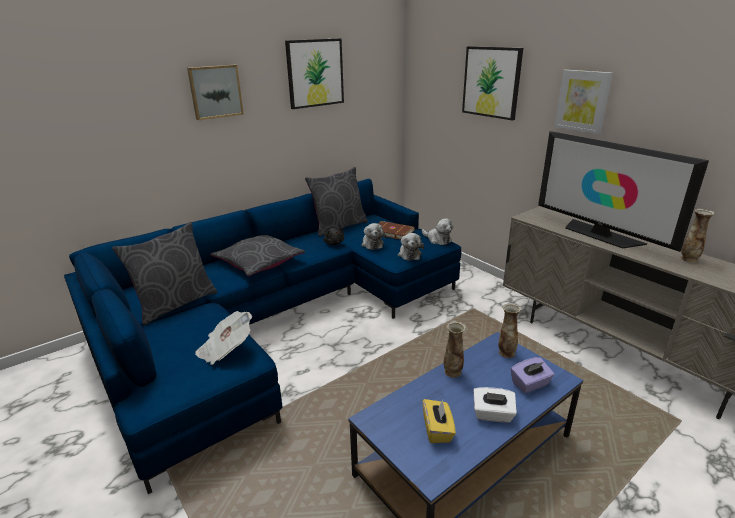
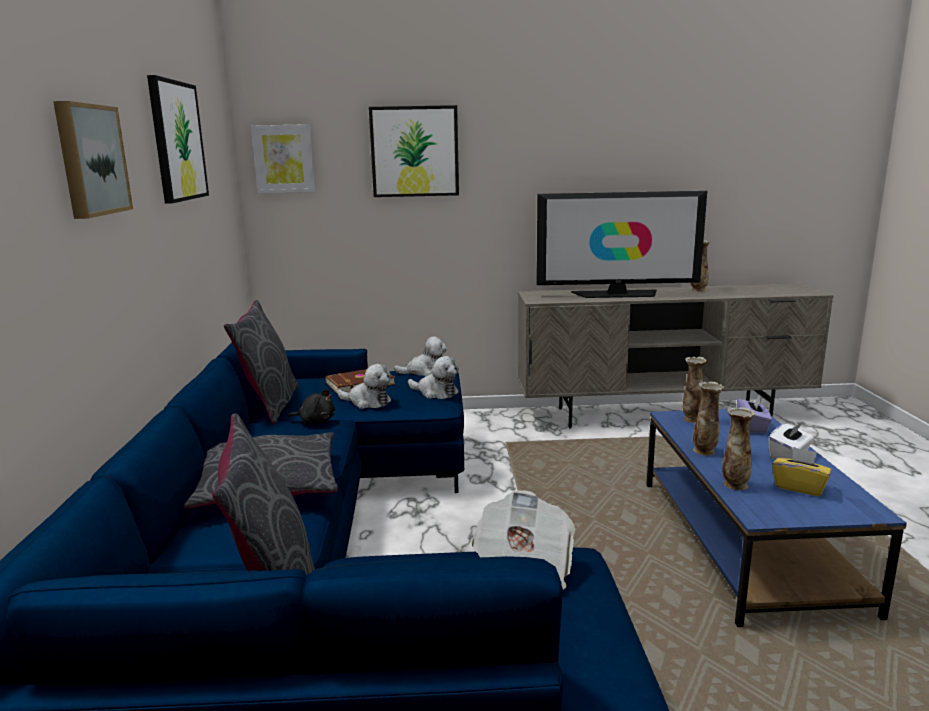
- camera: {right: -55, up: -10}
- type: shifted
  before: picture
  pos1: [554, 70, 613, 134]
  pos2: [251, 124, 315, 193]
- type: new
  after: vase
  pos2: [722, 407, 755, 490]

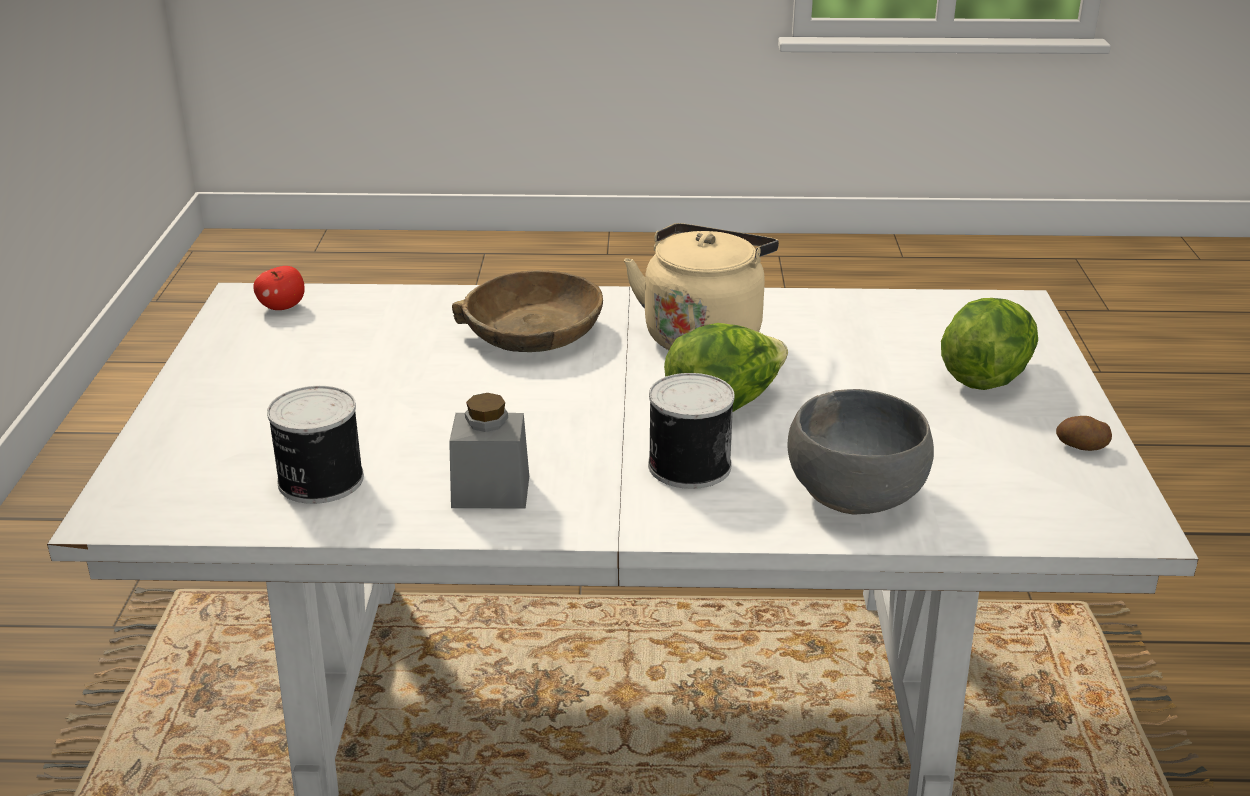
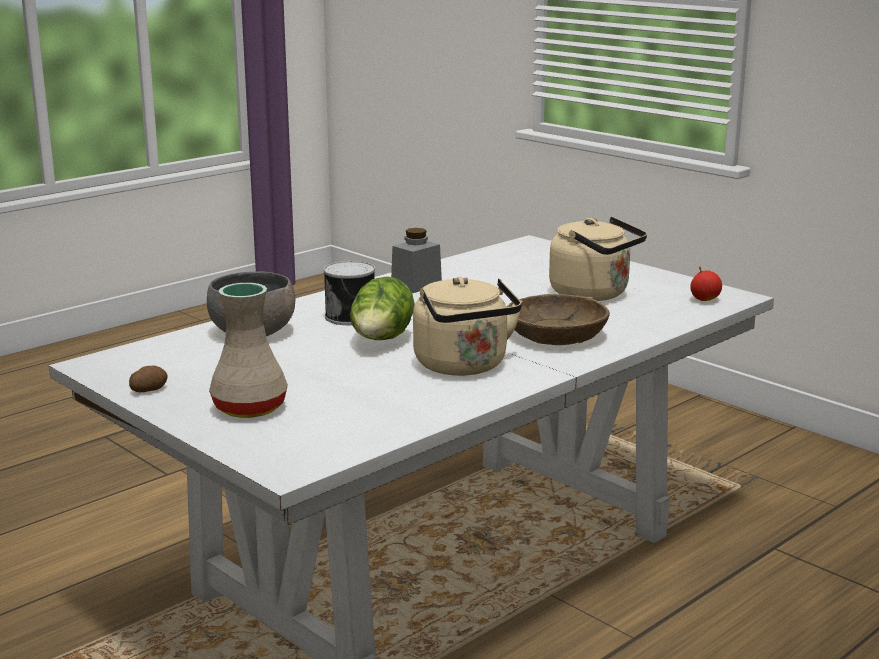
- camera: {right: 135, up: -10}
- type: swapped
  before: lettuce
  after: beige_vase
  pos1: [941, 298, 1038, 390]
  pos2: [209, 283, 288, 418]
- type: gone
  before: can
  pos1: [267, 386, 364, 504]
- type: new
  after: beige_kettle
  pos2: [549, 217, 647, 301]

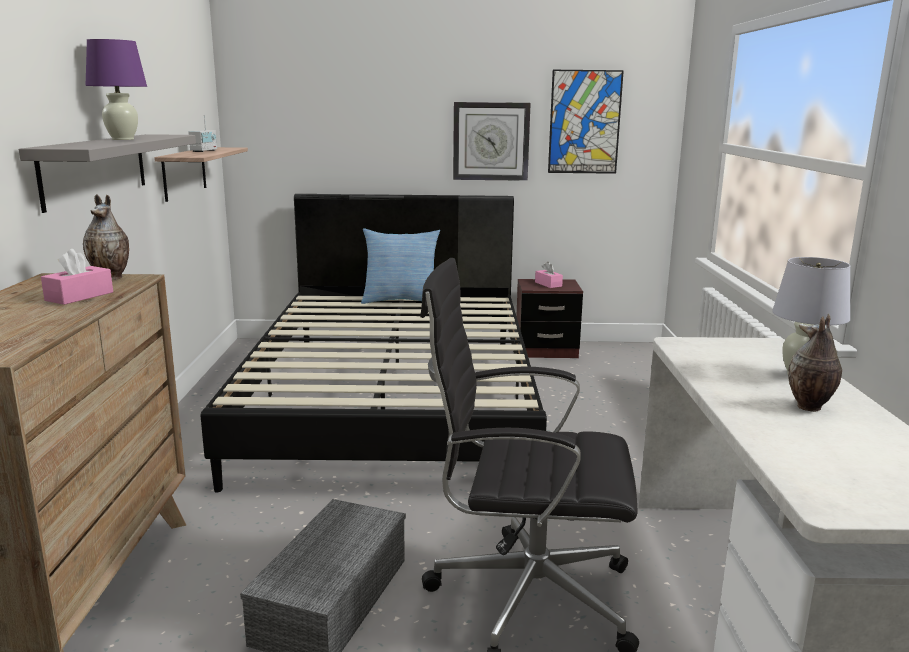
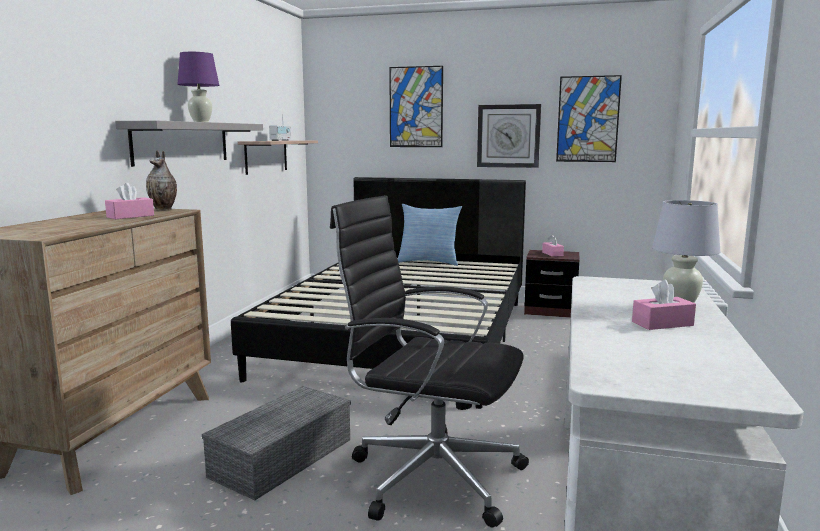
- camera: {right: 15, up: -5}
- type: swapped
  before: vase
  after: pink_tissue_box
  pos1: [788, 314, 842, 412]
  pos2: [632, 280, 696, 330]
- type: new
  after: picture
  pos2: [389, 66, 443, 147]

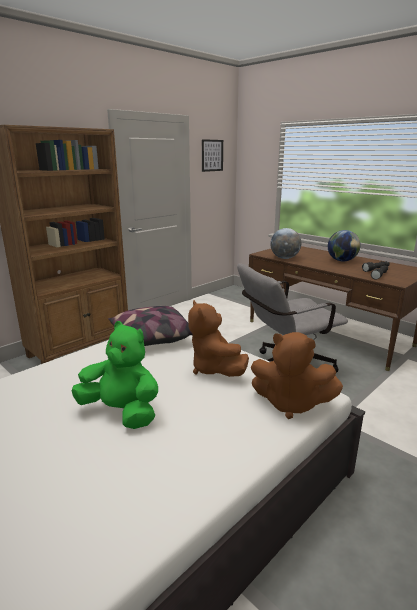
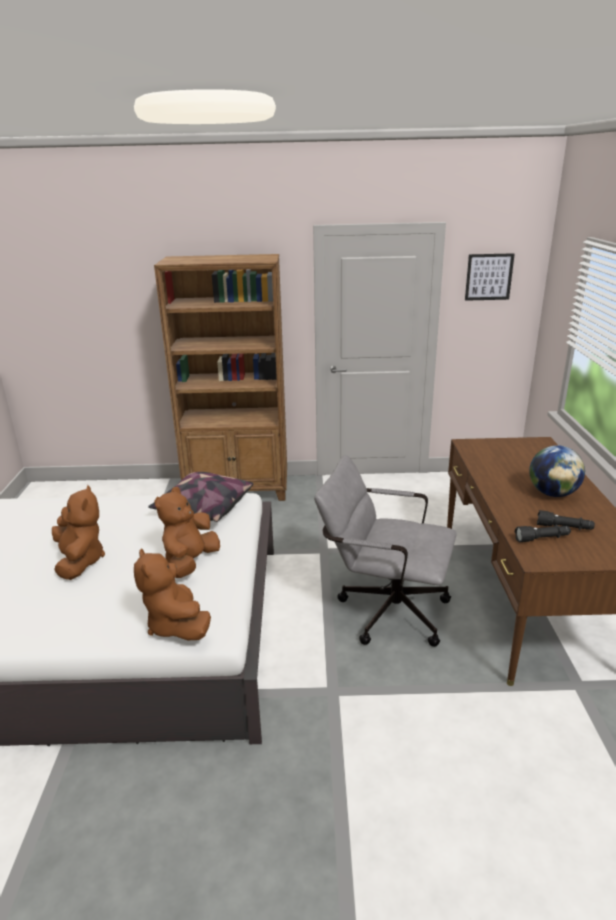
- camera: {right: 45, up: 5}
- type: gone
  before: globe
  pos1: [270, 228, 301, 259]
- type: repainted
  before: green_plush_toy
  after: brown_plush_toy
  pos1: [72, 321, 158, 429]
  pos2: [52, 485, 105, 580]

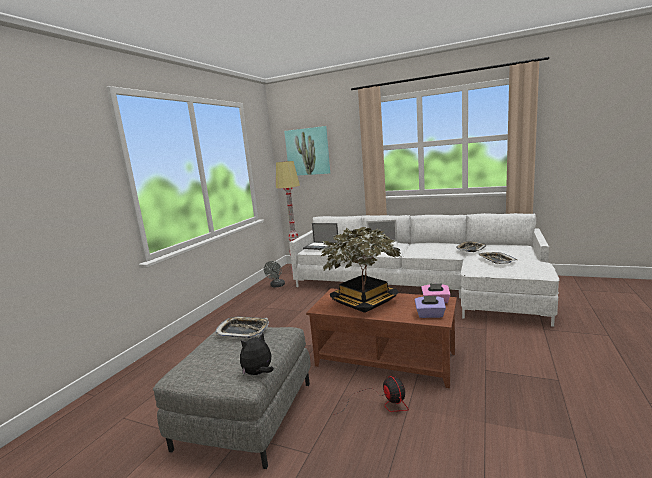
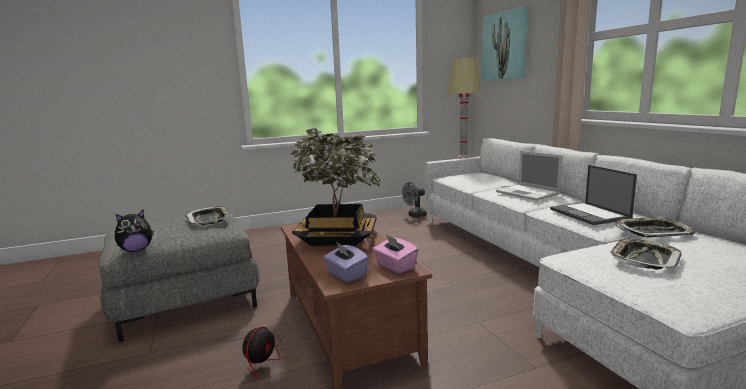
- camera: {right: 45, up: 0}
- type: shifted
  before: laptop
  pos1: [303, 223, 338, 250]
  pos2: [550, 165, 637, 225]
- type: rotated
  before: plush_toy
  pos1: [240, 333, 274, 375]
  pos2: [115, 209, 154, 252]
  turn: 135

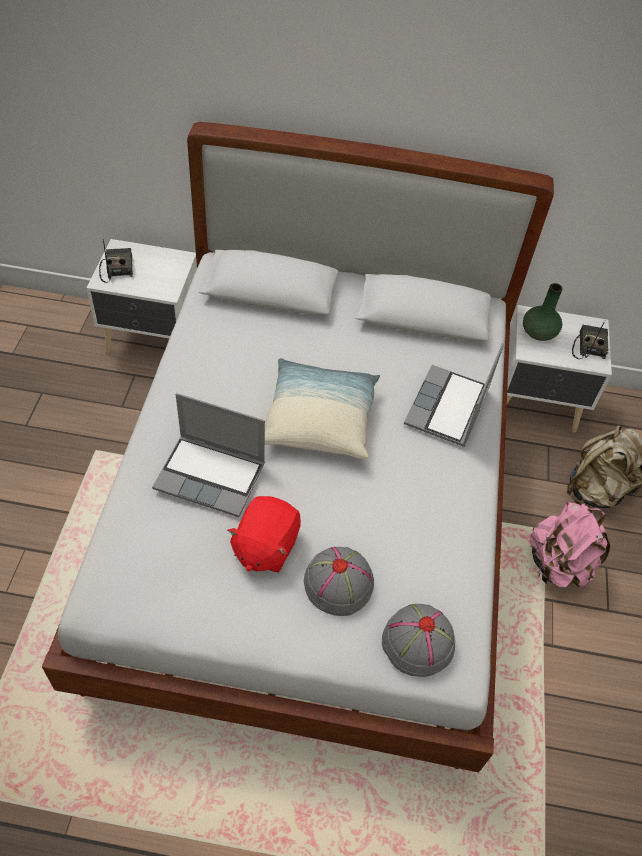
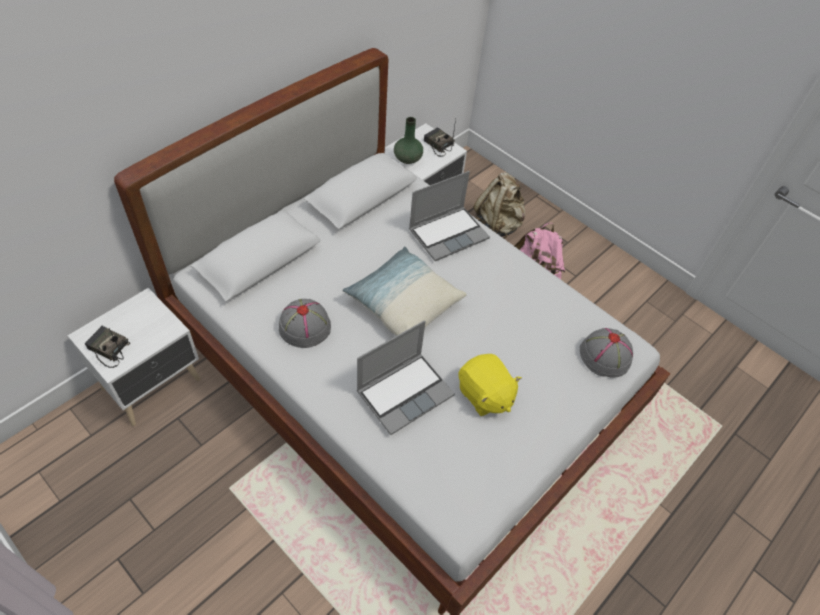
- camera: {right: -55, up: 0}
- type: rotated
  before: laptop
  pos1: [404, 343, 504, 447]
  pos2: [409, 171, 490, 261]
  turn: -90
- type: repainted
  before: red_plush_toy
  after: yellow_plush_toy
  pos1: [227, 496, 301, 572]
  pos2: [458, 354, 522, 416]
- type: shifted
  before: grey_hat
  pos1: [304, 547, 374, 616]
  pos2: [279, 299, 331, 348]

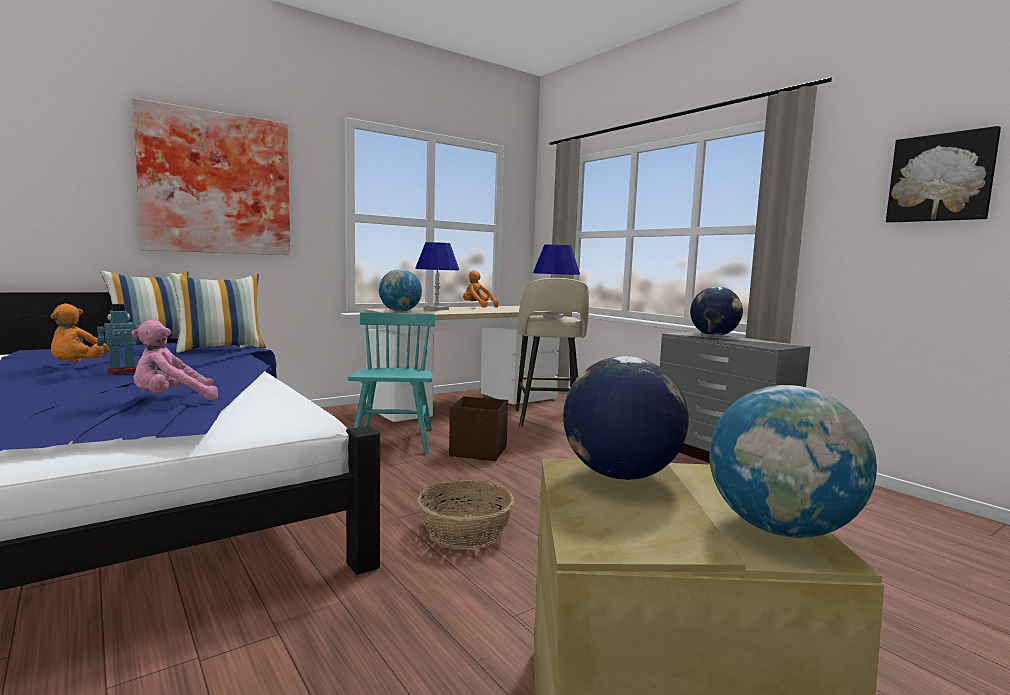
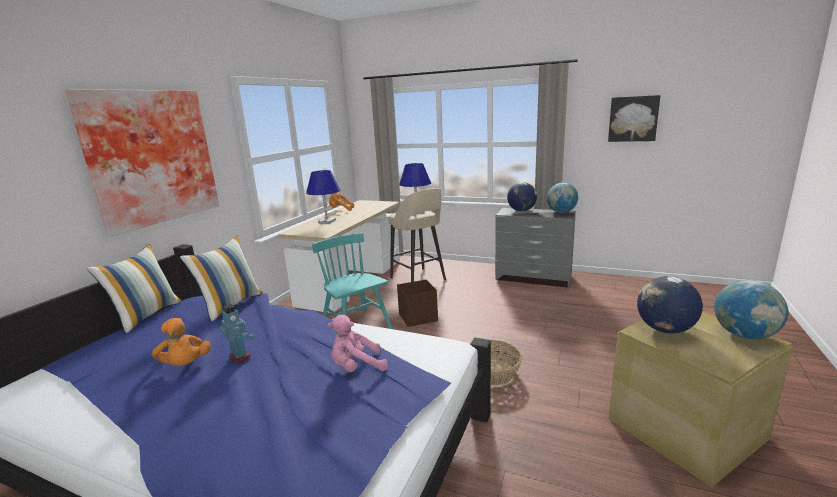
- camera: {right: -30, up: 10}
- type: shifted
  before: globe
  pos1: [379, 269, 422, 312]
  pos2: [547, 183, 578, 213]
- type: rotated
  before: toy_robot
  pos1: [97, 304, 141, 374]
  pos2: [220, 304, 254, 363]
  turn: 120
- type: rotated
  before: pink_plush_toy
  pos1: [131, 320, 218, 401]
  pos2: [328, 315, 388, 372]
  turn: 45

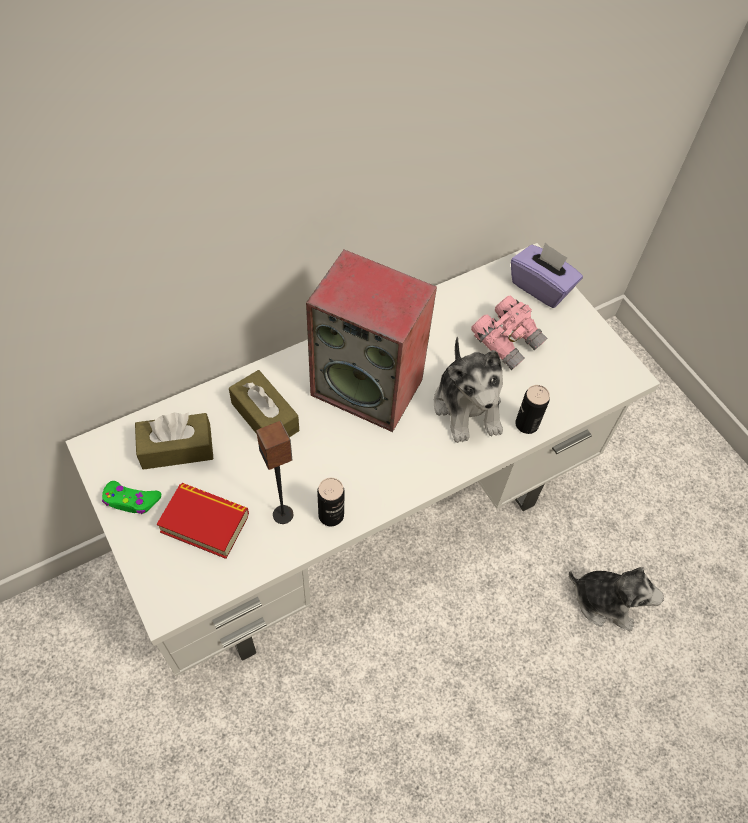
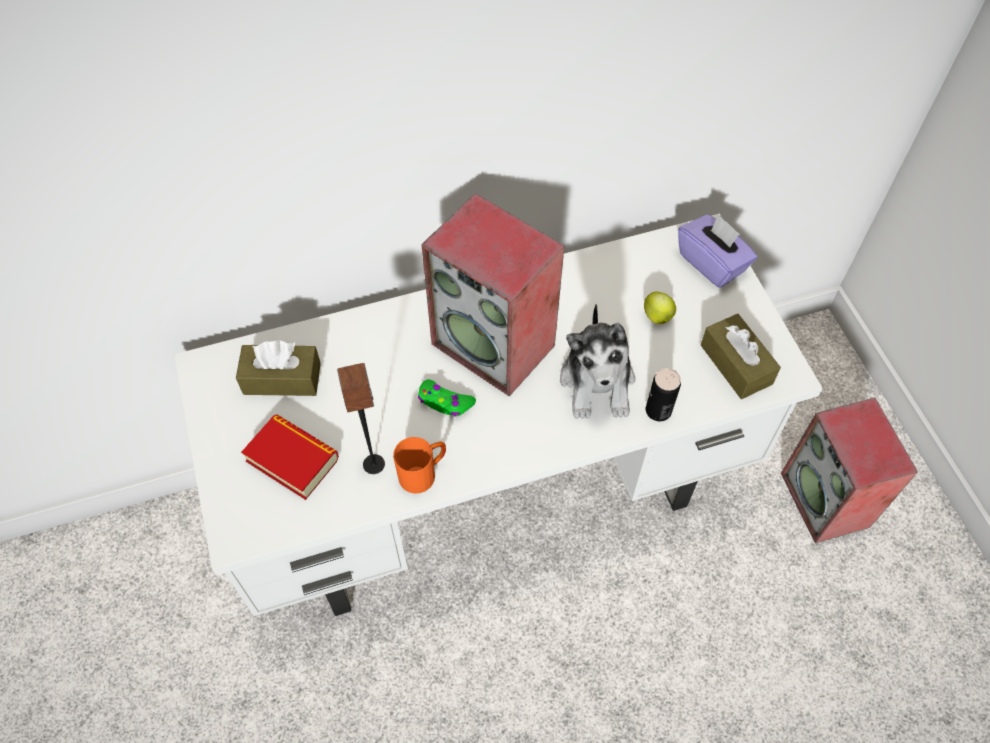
- camera: {right: 15, up: 0}
- type: swapped
  before: pink_binoculars
  after: apple
  pos1: [471, 296, 548, 370]
  pos2: [644, 292, 676, 324]
- type: shifted
  before: brown_tissue_box
  pos1: [229, 370, 299, 437]
  pos2: [701, 314, 781, 399]
- type: swapped
  before: can
  after: orange_mug
  pos1: [317, 478, 345, 526]
  pos2: [393, 437, 446, 494]
- type: shifted
  before: green_game_controller
  pos1: [102, 481, 161, 514]
  pos2: [418, 379, 476, 416]
- type: gone
  before: plush_toy
  pos1: [569, 567, 664, 631]
- type: new
  after: speaker
  pos2: [781, 398, 918, 543]

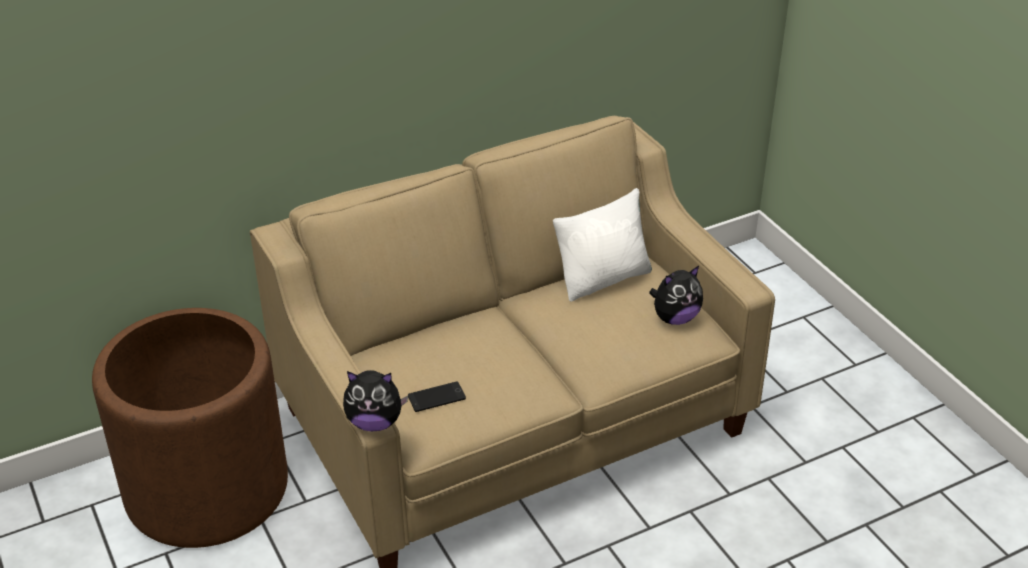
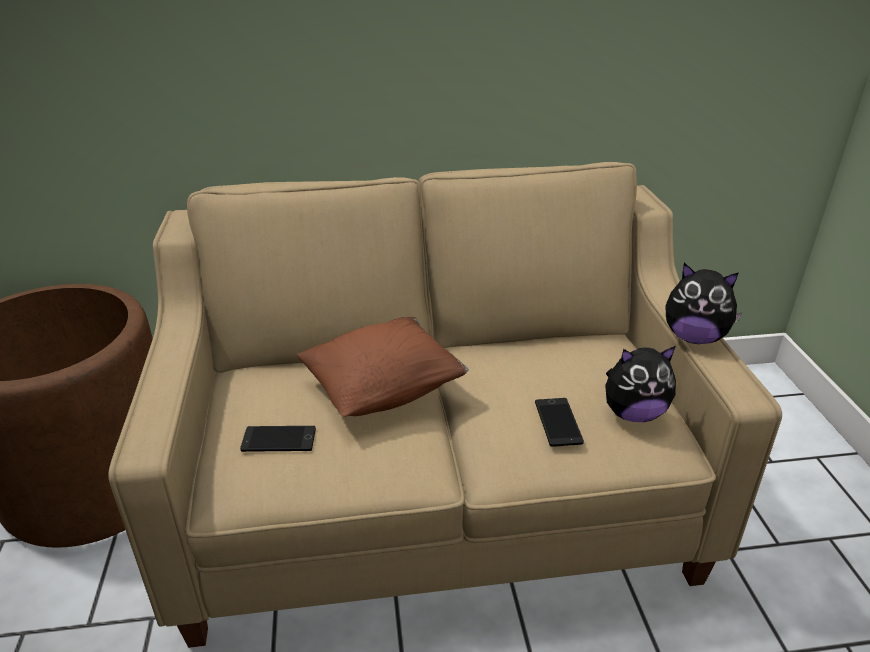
- camera: {right: 20, up: -5}
- type: gone
  before: white_pillow
  pos1: [553, 188, 652, 302]
- type: shifted
  before: plush_toy
  pos1: [343, 370, 408, 432]
  pos2: [665, 263, 743, 344]
- type: new
  after: brown_pillow
  pos2: [297, 317, 469, 417]
- type: new
  after: phone
  pos2: [535, 398, 584, 447]

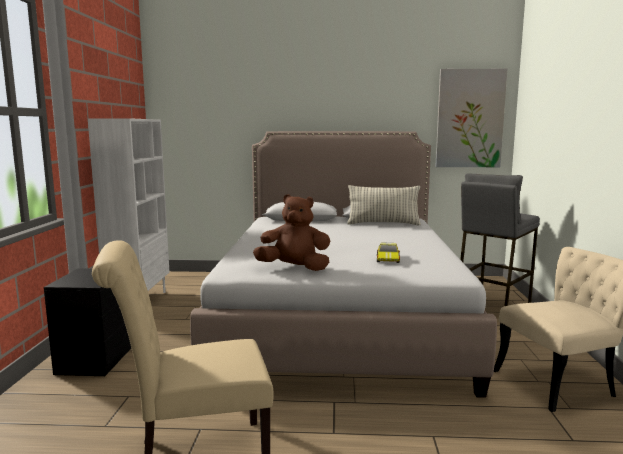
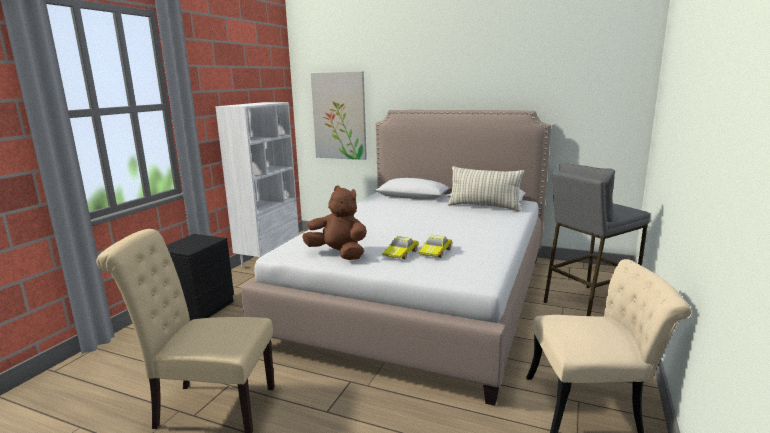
- camera: {right: 20, up: 5}
- type: shifted
  before: picture
  pos1: [435, 69, 507, 167]
  pos2: [311, 72, 367, 160]
- type: new
  after: toy_car
  pos2: [382, 236, 419, 259]

